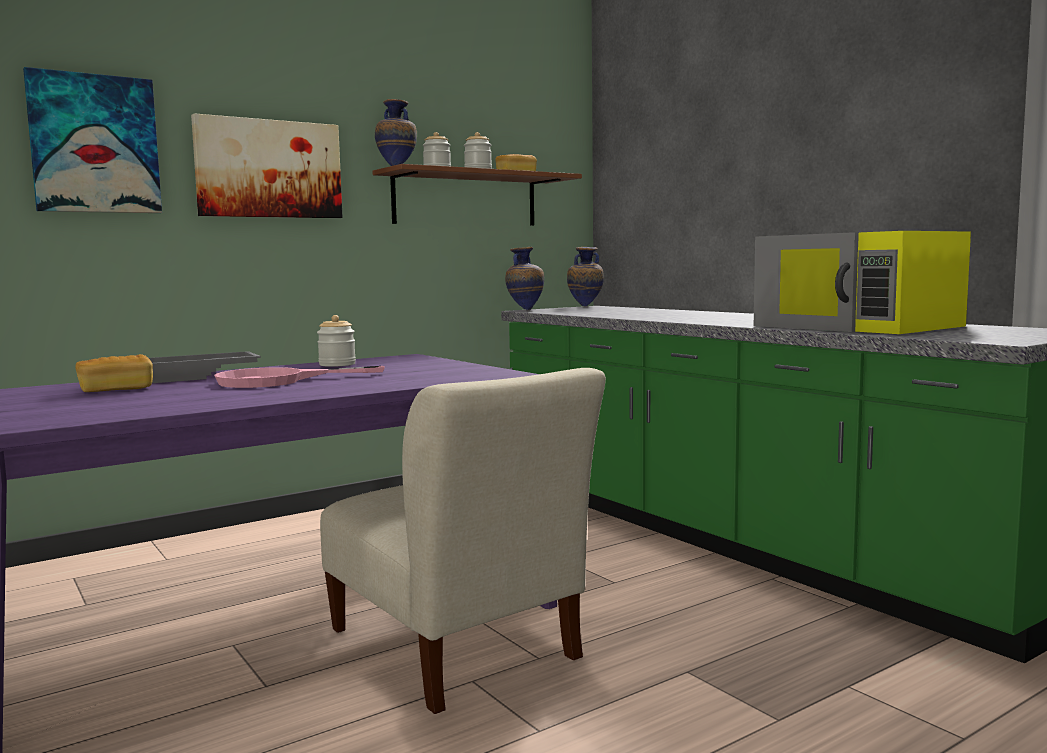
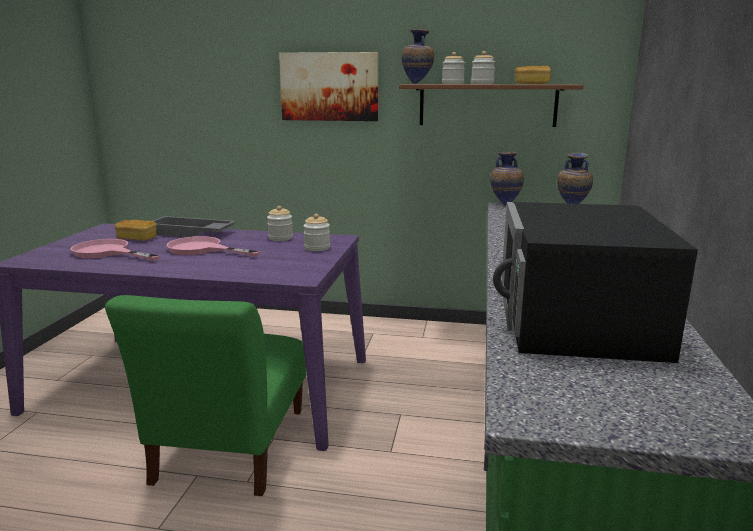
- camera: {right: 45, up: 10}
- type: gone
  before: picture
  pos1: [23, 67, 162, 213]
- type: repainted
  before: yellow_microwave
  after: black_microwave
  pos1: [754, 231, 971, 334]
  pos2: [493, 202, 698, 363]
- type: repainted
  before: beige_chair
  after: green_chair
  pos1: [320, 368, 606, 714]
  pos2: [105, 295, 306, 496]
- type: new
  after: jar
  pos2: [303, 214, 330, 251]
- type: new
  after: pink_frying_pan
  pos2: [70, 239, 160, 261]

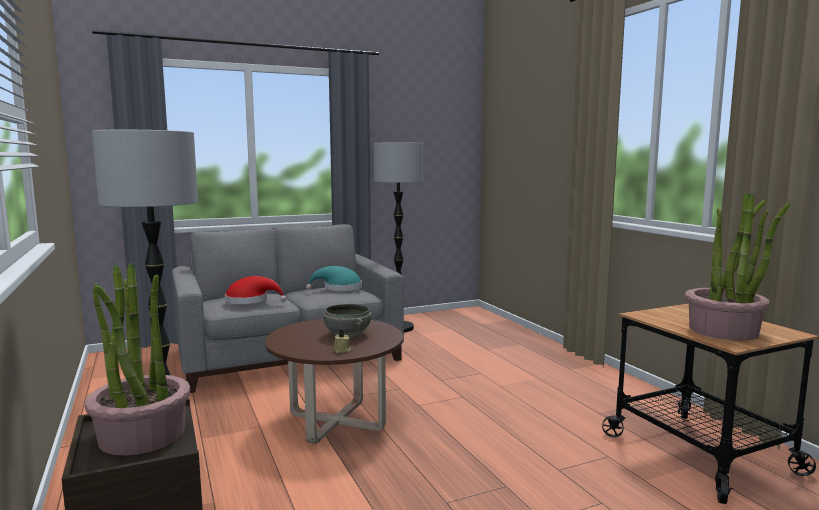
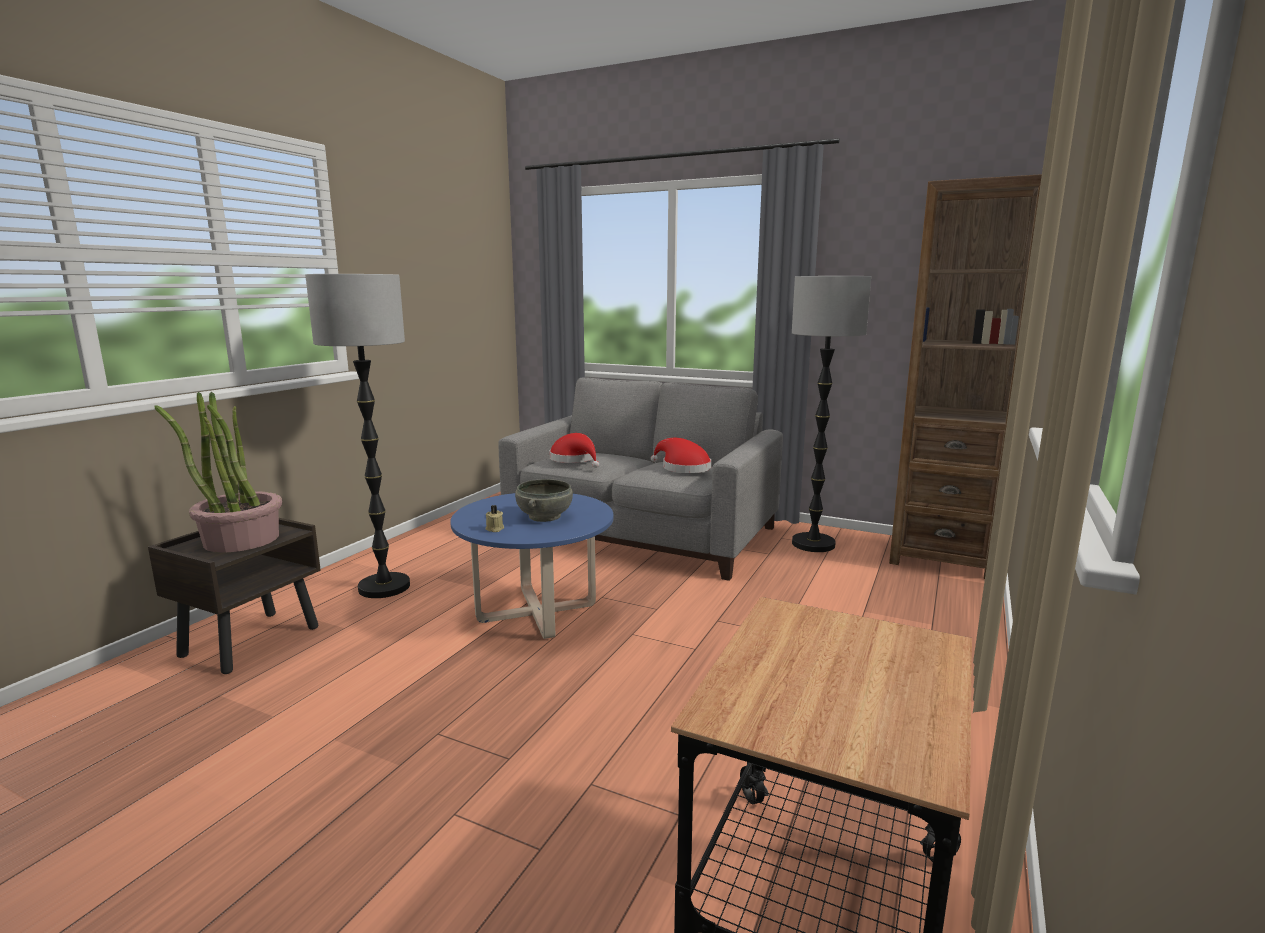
- camera: {right: 50, up: 5}
- type: gone
  before: potted_plant
  pos1: [685, 192, 790, 340]
- type: repainted
  before: turquoise_hat
  after: red_hat
  pos1: [306, 266, 362, 291]
  pos2: [651, 438, 711, 473]
- type: repainted
  before: brown_coffee_table
  after: blue_coffee_table
  pos1: [265, 319, 403, 444]
  pos2: [450, 493, 613, 639]
- type: new
  after: brown_bookcase
  pos2: [889, 174, 1042, 579]

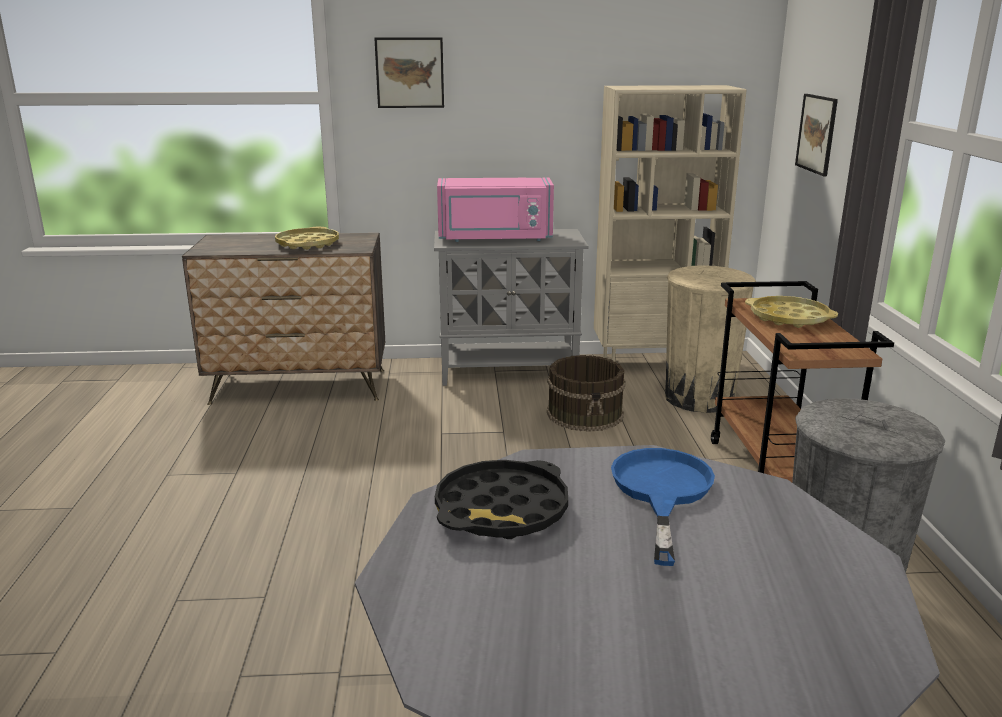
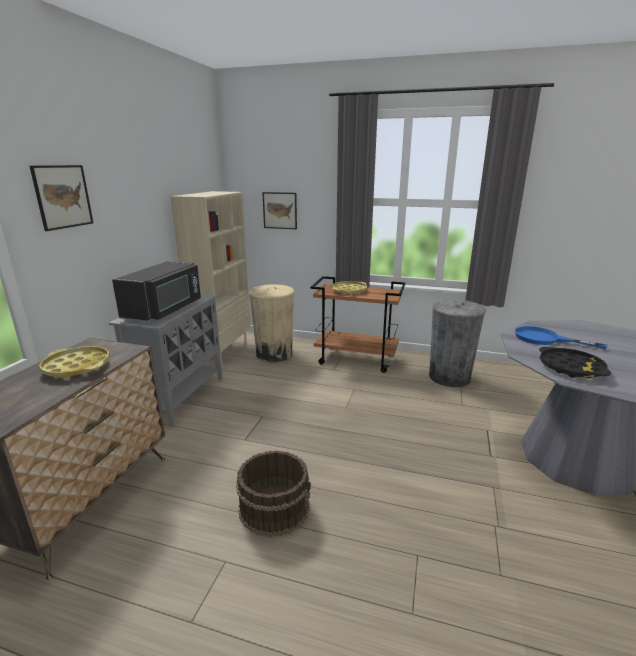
- camera: {right: -70, up: 0}
- type: repainted
  before: pink_microwave
  after: black_microwave
  pos1: [437, 177, 554, 242]
  pos2: [112, 261, 201, 322]
- type: shifted
  before: brown_bucket
  pos1: [547, 355, 626, 432]
  pos2: [236, 450, 311, 537]

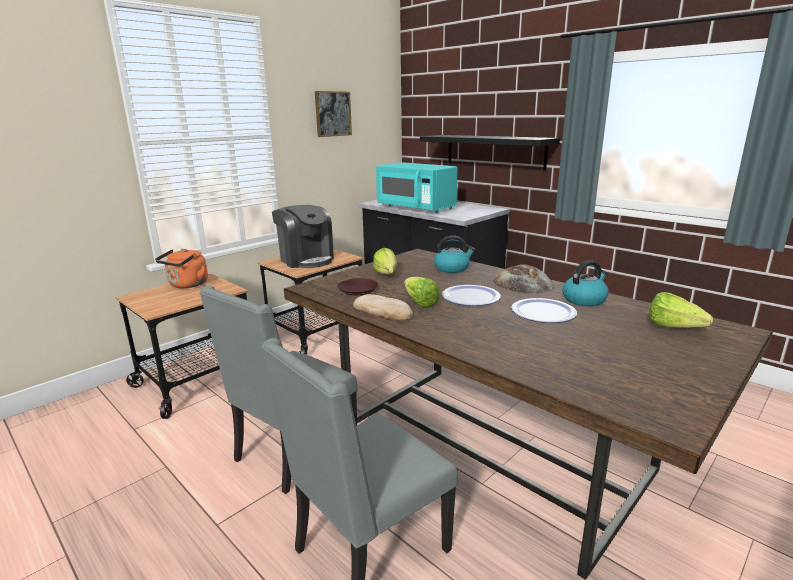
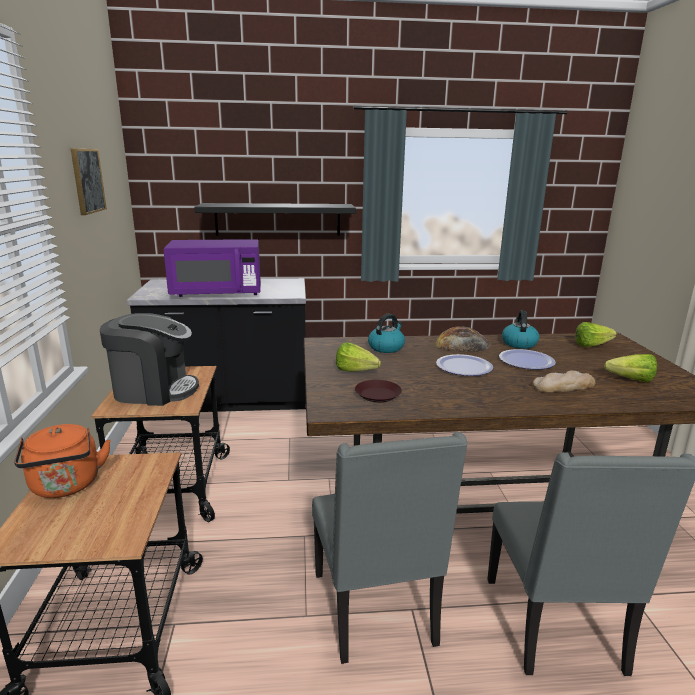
- camera: {right: -50, up: 0}
- type: repainted
  before: turquoise_microwave
  after: purple_microwave
  pos1: [376, 162, 458, 213]
  pos2: [163, 240, 261, 297]
- type: shifted
  before: lettuce
  pos1: [404, 277, 439, 308]
  pos2: [604, 354, 657, 383]
- type: shifted
  before: bread
  pos1: [353, 294, 413, 320]
  pos2: [532, 371, 595, 393]

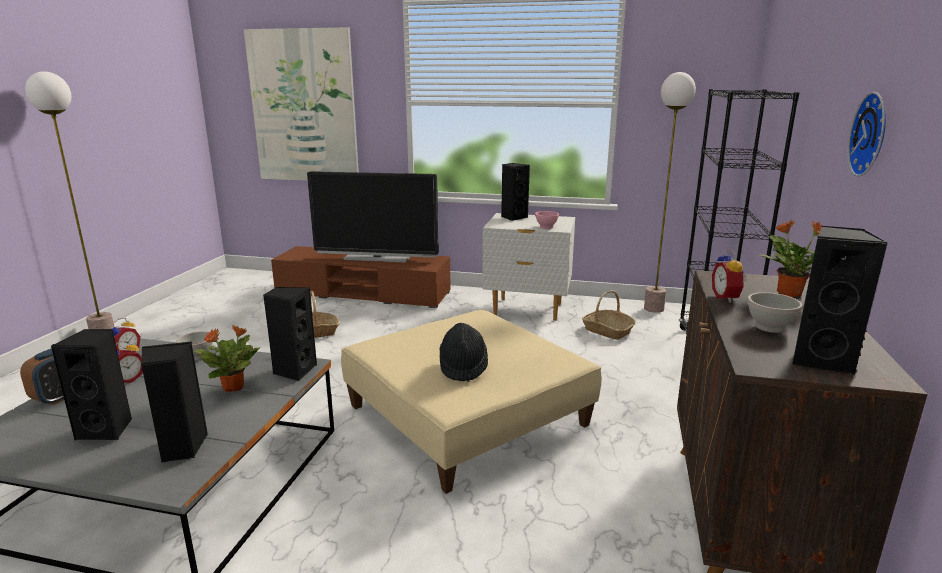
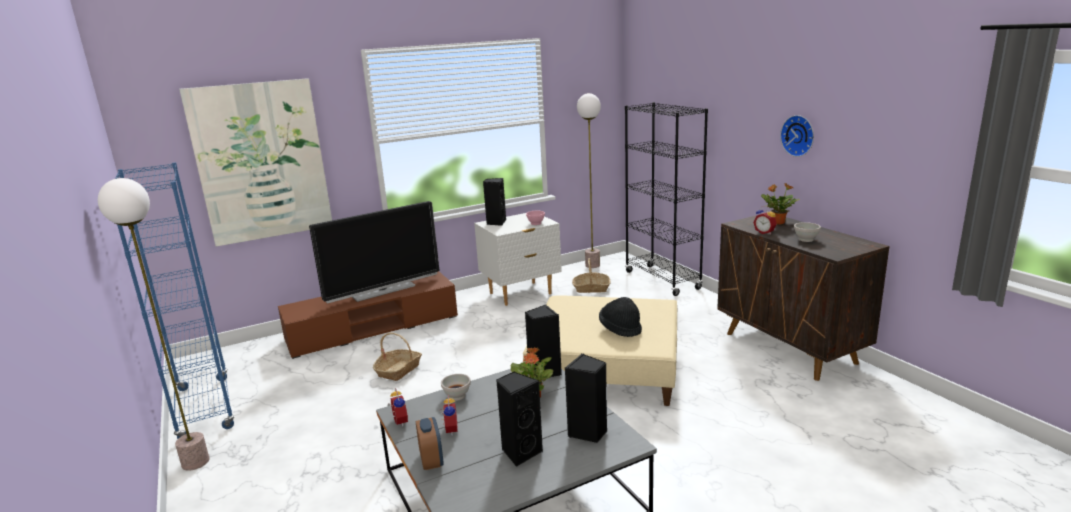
- camera: {right: -40, up: 0}
- type: gone
  before: black_speaker
  pos1: [792, 226, 888, 375]
- type: new
  after: blue_bookcase
  pos2: [115, 162, 235, 439]

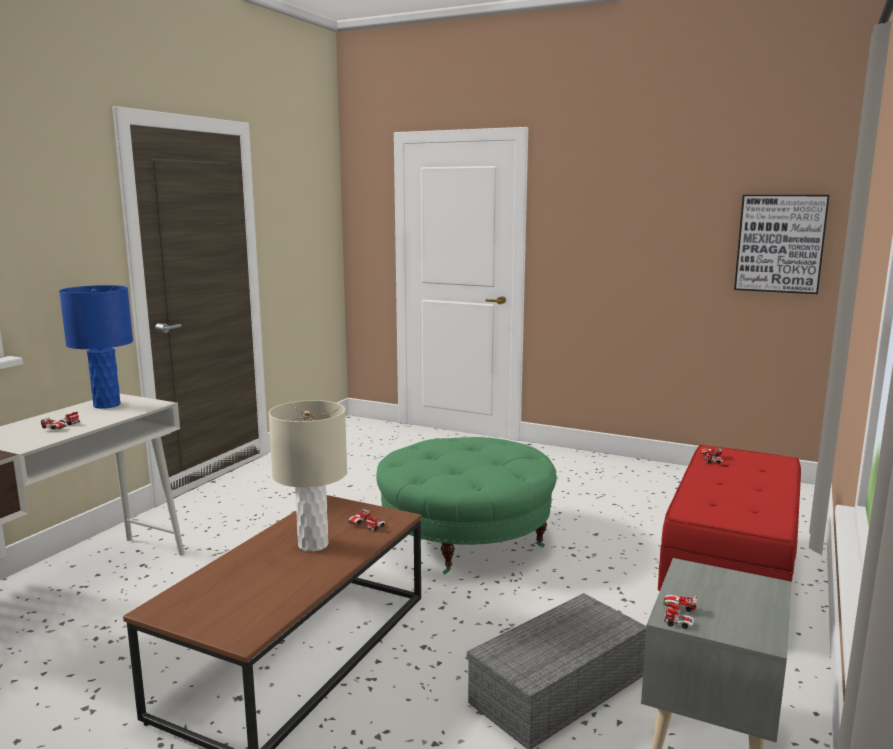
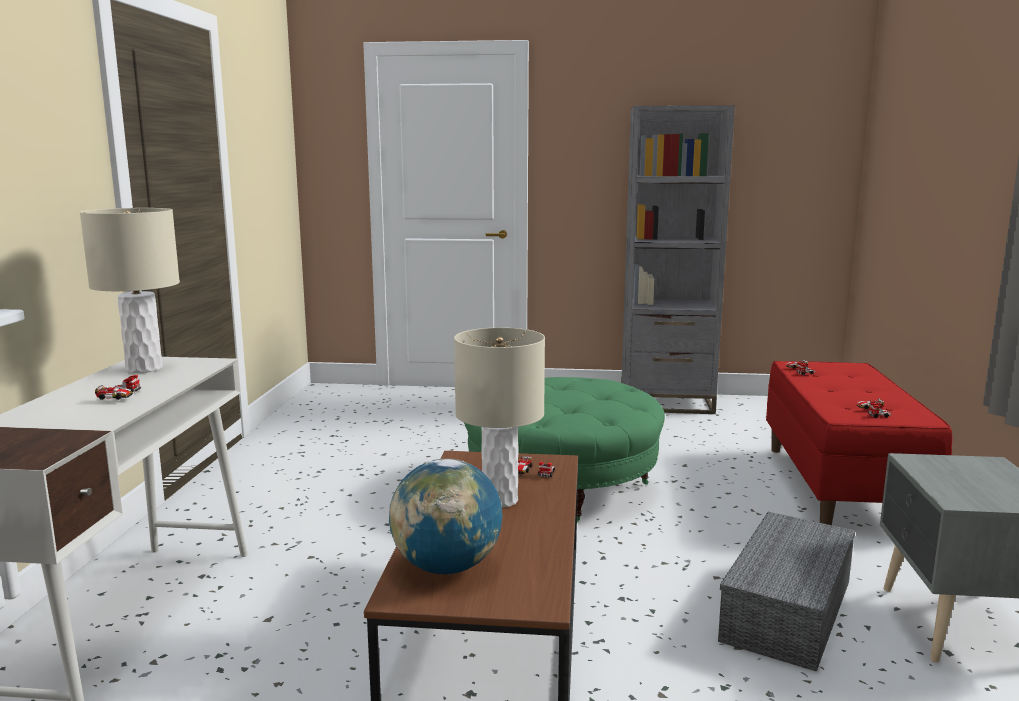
- camera: {right: -20, up: 0}
- type: gone
  before: picture
  pos1: [734, 195, 829, 294]
- type: repainted
  before: blue_table_lamp
  after: beige_table_lamp
  pos1: [59, 285, 133, 409]
  pos2: [80, 208, 180, 373]
- type: shifted
  before: toy_car
  pos1: [663, 595, 697, 629]
  pos2: [857, 399, 892, 418]
- type: new
  after: grey_bookcase
  pos2: [621, 105, 735, 414]
- type: new
  after: globe
  pos2: [389, 459, 502, 574]

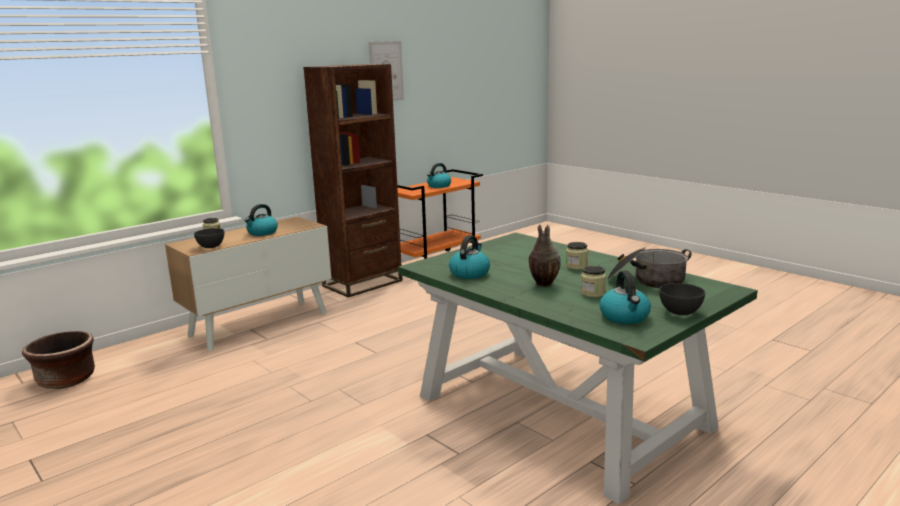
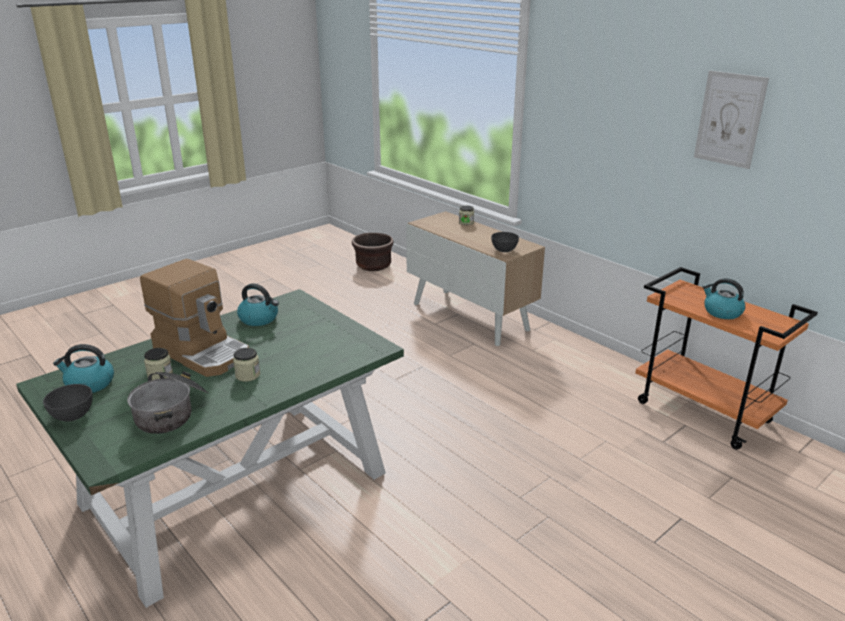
- camera: {right: 90, up: 10}
- type: gone
  before: brown_bookcase
  pos1: [303, 64, 403, 298]
- type: gone
  before: kettle
  pos1: [244, 204, 278, 236]
- type: swapped
  before: vase
  after: coffee_machine
  pos1: [529, 225, 561, 287]
  pos2: [140, 259, 249, 377]
- type: shifted
  before: grey_bowl
  pos1: [194, 228, 224, 248]
  pos2: [491, 232, 519, 252]

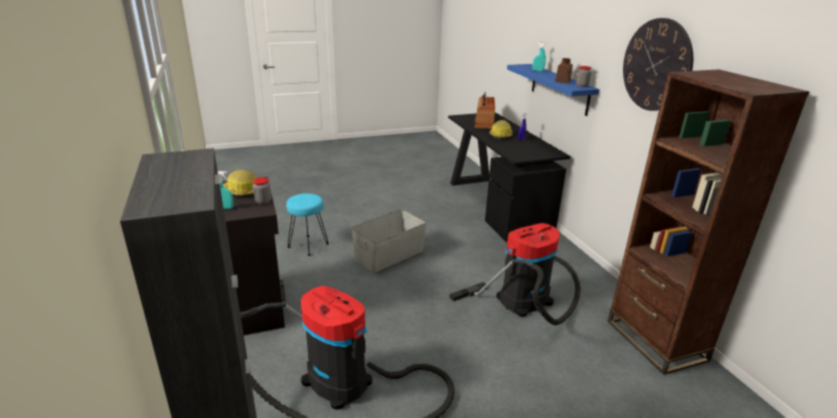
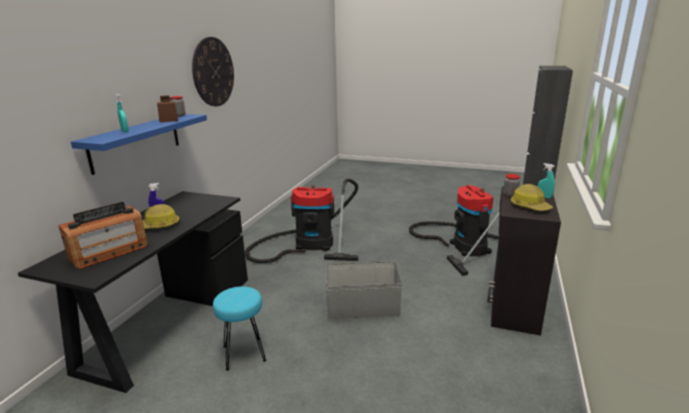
- camera: {right: -140, up: -5}
- type: gone
  before: brown_bookcase
  pos1: [608, 69, 809, 375]
- type: shifted
  before: turquoise_stool
  pos1: [286, 193, 329, 256]
  pos2: [213, 286, 266, 370]

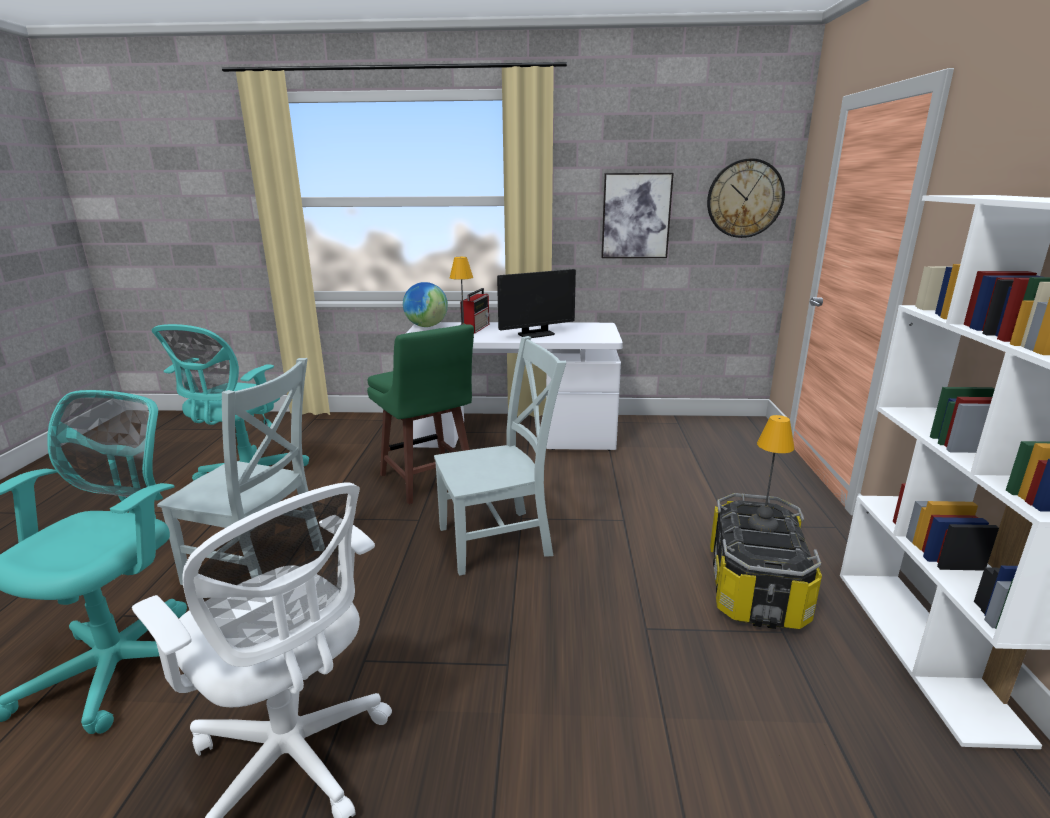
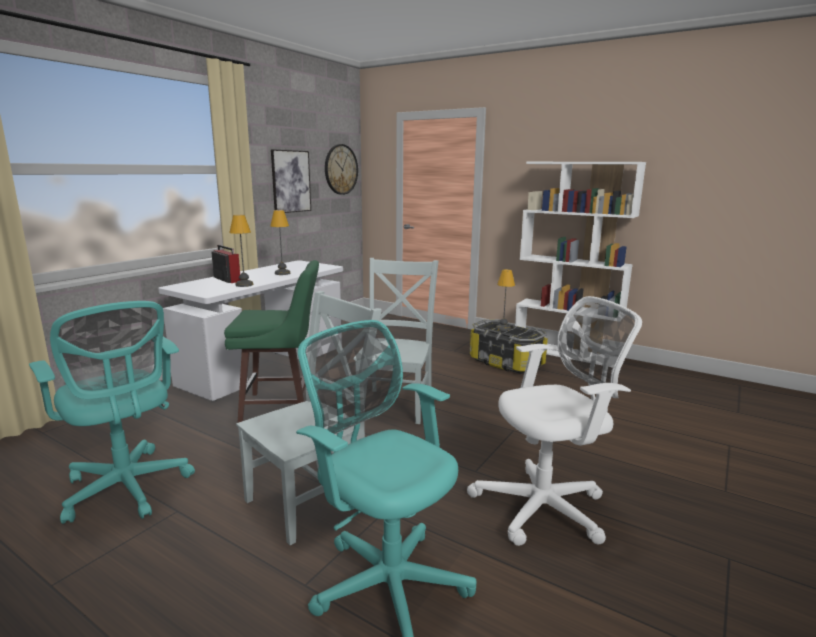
- camera: {right: -60, up: -5}
- type: swapped
  before: monitor
  after: table_lamp
  pos1: [497, 269, 576, 338]
  pos2: [270, 210, 290, 275]
- type: gone
  before: globe
  pos1: [403, 282, 448, 327]

